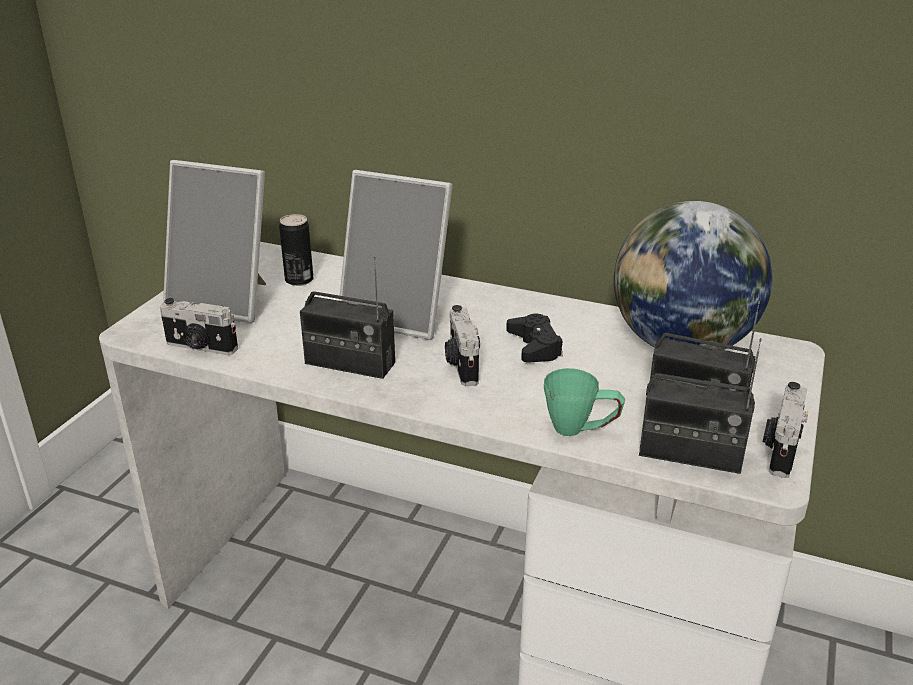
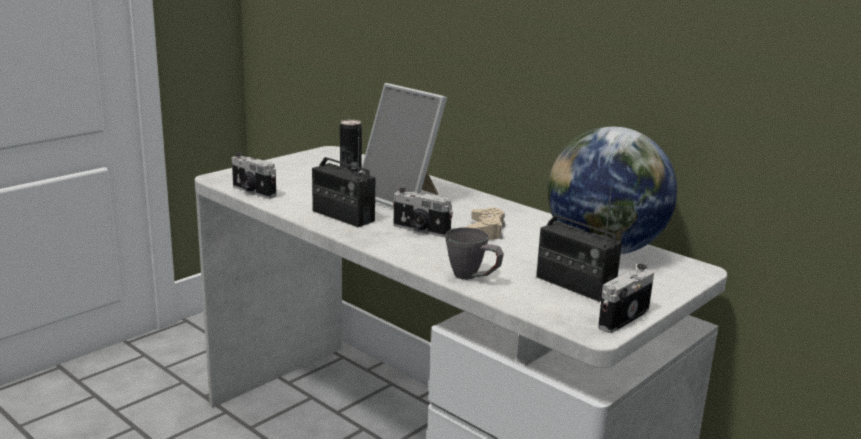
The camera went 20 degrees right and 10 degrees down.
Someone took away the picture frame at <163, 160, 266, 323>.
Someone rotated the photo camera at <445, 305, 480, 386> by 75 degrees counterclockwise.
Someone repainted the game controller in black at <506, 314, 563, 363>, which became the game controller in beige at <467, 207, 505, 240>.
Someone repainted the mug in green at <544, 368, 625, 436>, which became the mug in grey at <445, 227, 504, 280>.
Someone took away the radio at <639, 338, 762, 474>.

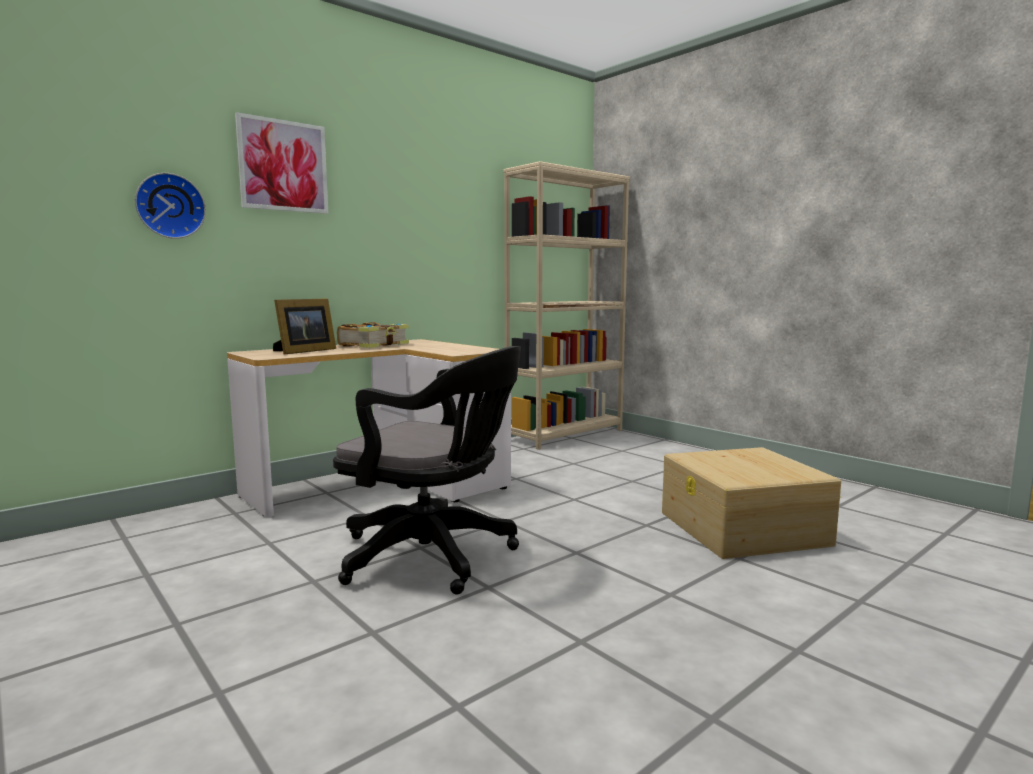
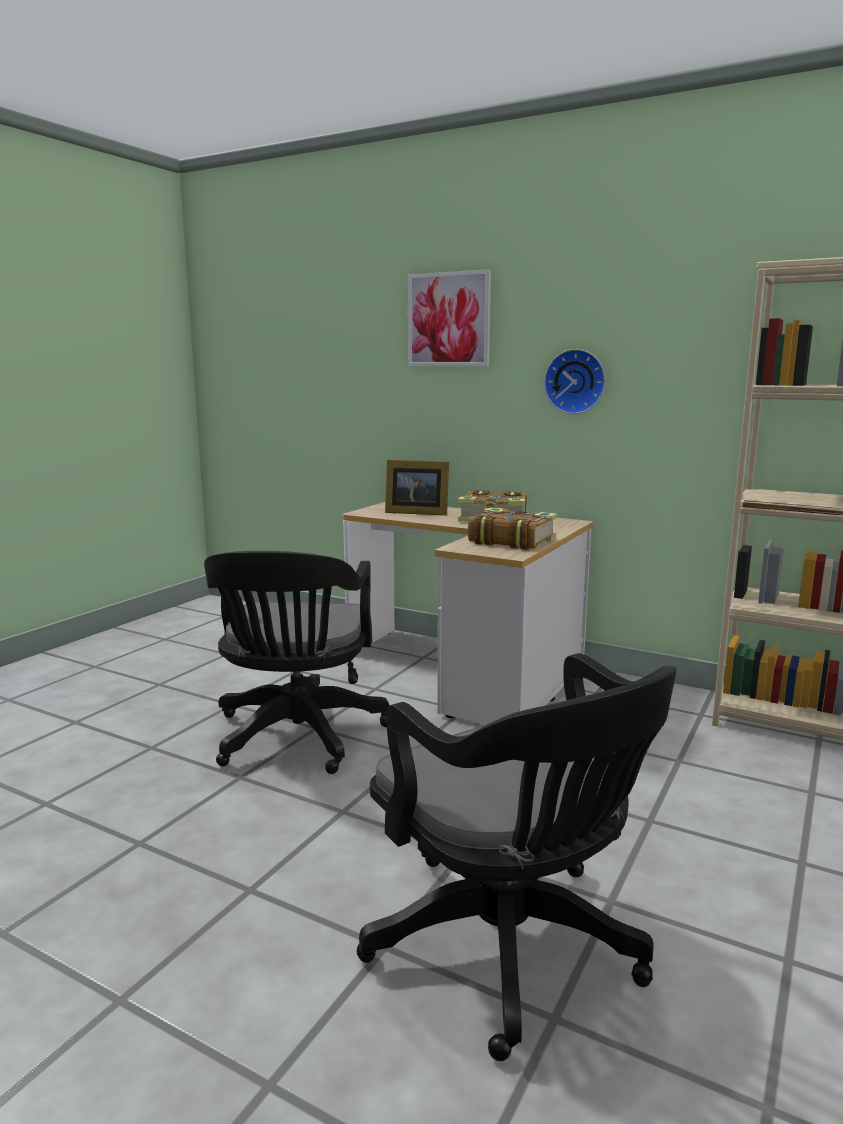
The camera went 70 degrees right and 5 degrees up.
Someone carried the wall clock from <135, 173, 206, 239> to <544, 349, 606, 414>.
Someone swapped the storage box in beige at <662, 447, 841, 559> for the office chair in black at <357, 653, 677, 1061>.
Someone put down the book at <468, 507, 557, 550>.

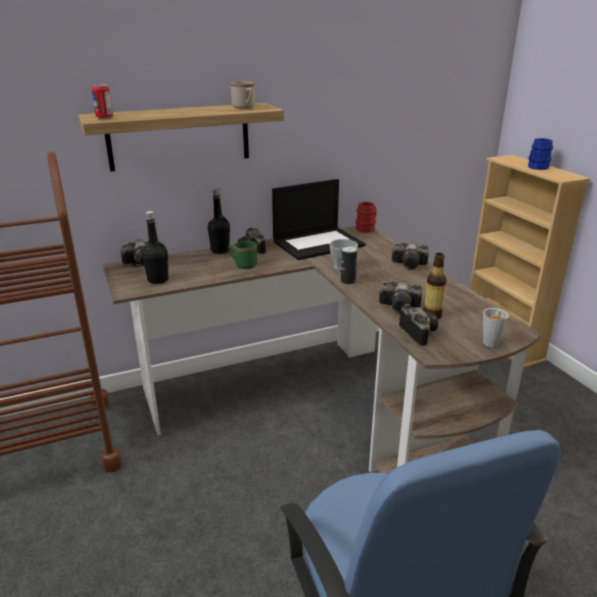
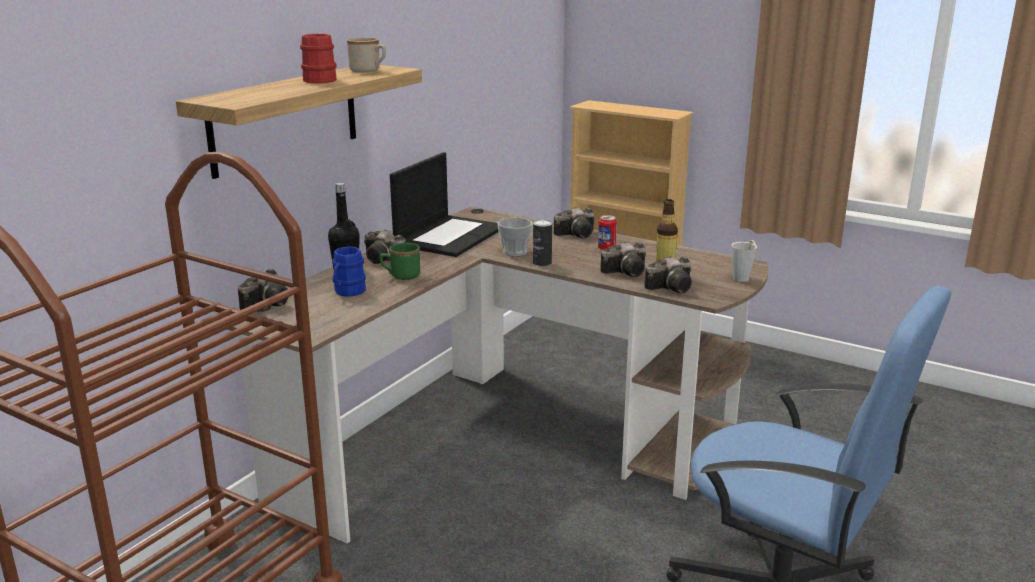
The camera went 35 degrees left and 5 degrees down.
Someone carried the can from <92, 85, 113, 119> to <598, 215, 617, 250>.
Someone took away the bottle in black at <142, 211, 168, 284>.
Someone carried the mug in red from <355, 202, 377, 233> to <300, 34, 337, 84>.
Someone rotated the photo camera at <399, 304, 439, 346> by 120 degrees clockwise.
Someone carried the mug in blue from <528, 138, 553, 170> to <332, 247, 366, 297>.

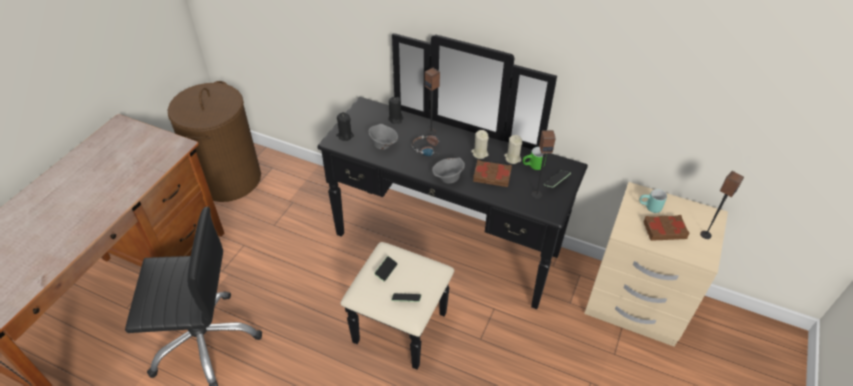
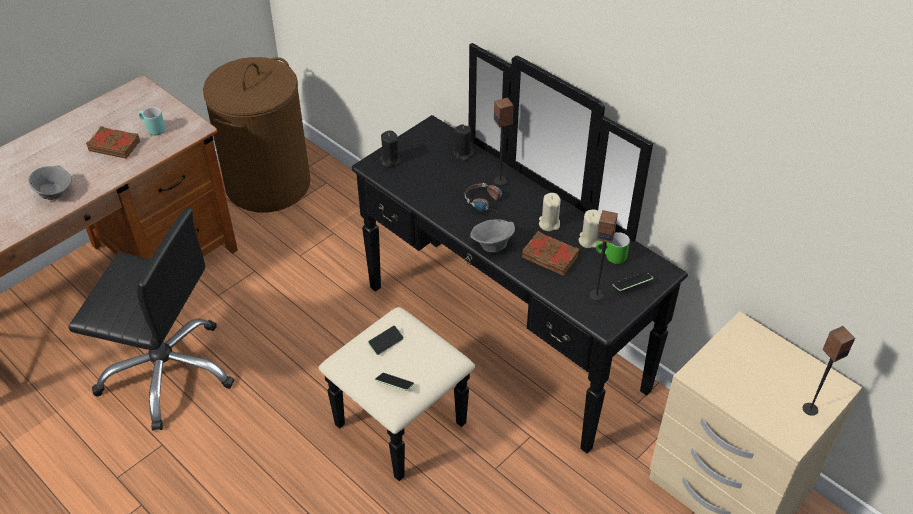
The camera went 20 degrees right and 0 degrees up.
Someone carried the bowl in grey from <368, 124, 398, 149> to <28, 166, 72, 200>.
Someone carried the mug in turquoise from <640, 189, 667, 213> to <139, 107, 165, 135>.
Someone carried the book in brown from <644, 215, 690, 241> to <86, 126, 140, 159>.

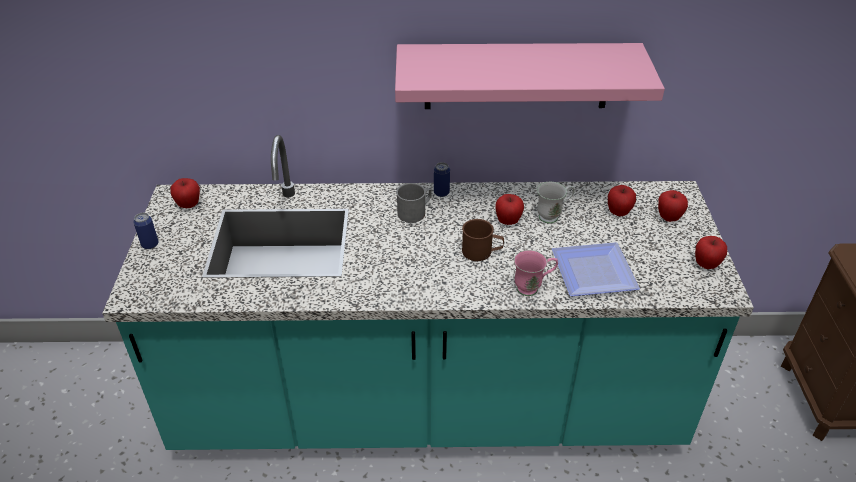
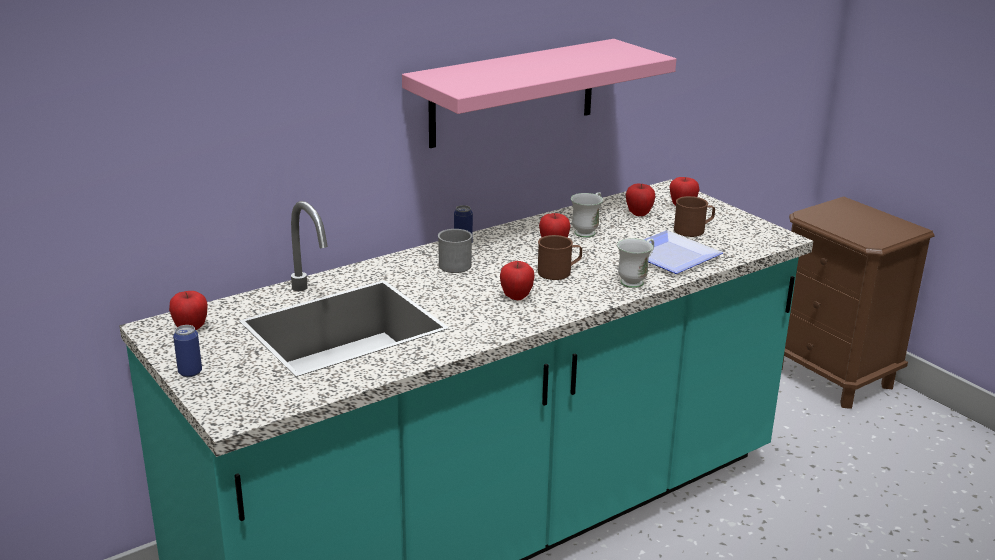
The camera went 35 degrees left and 15 degrees down.
Someone repainted the mug in pink at <514, 250, 558, 296>, which became the mug in white at <617, 238, 654, 288>.
Someone carried the apple from <695, 236, 727, 269> to <500, 261, 535, 300>.
Someone put down the mug in brown at <674, 196, 715, 237>.

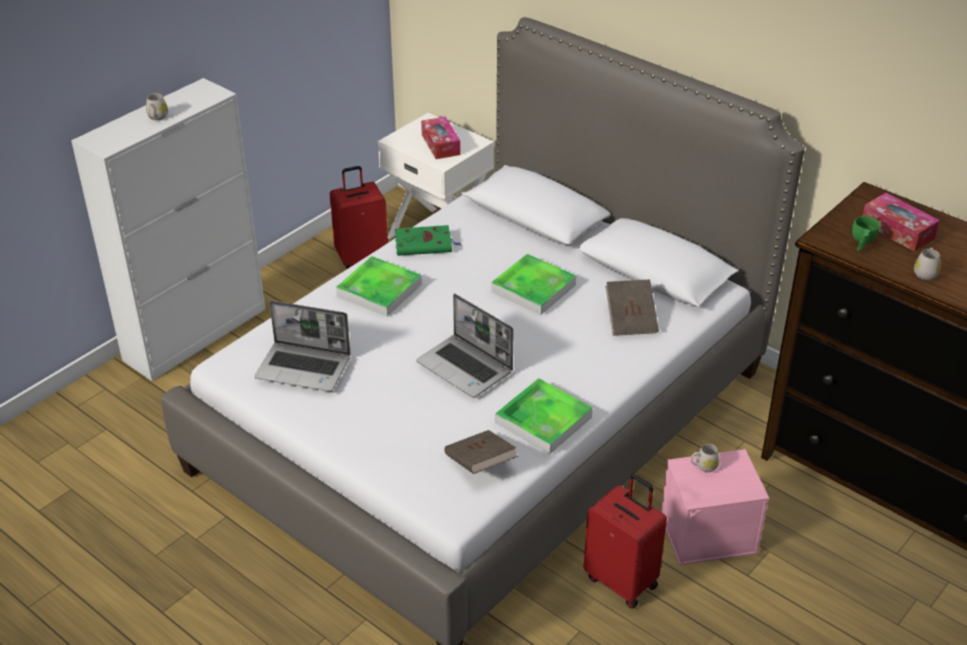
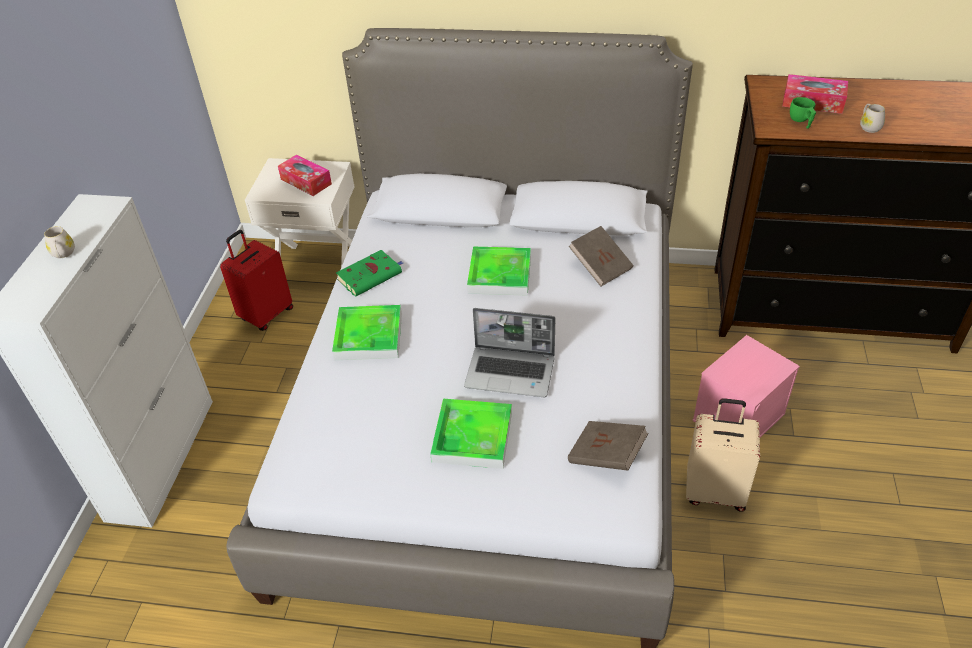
The camera went 30 degrees left and 5 degrees up.
Someone took away the laptop at <255, 301, 351, 392>.
Someone carried the tray from <496, 378, 593, 455> to <430, 398, 512, 469>.
Someone repainted the suitcase in red at <584, 474, 667, 609>, which became the suitcase in beige at <686, 398, 760, 512>.
Someone took away the mug in white at <691, 444, 720, 472>.

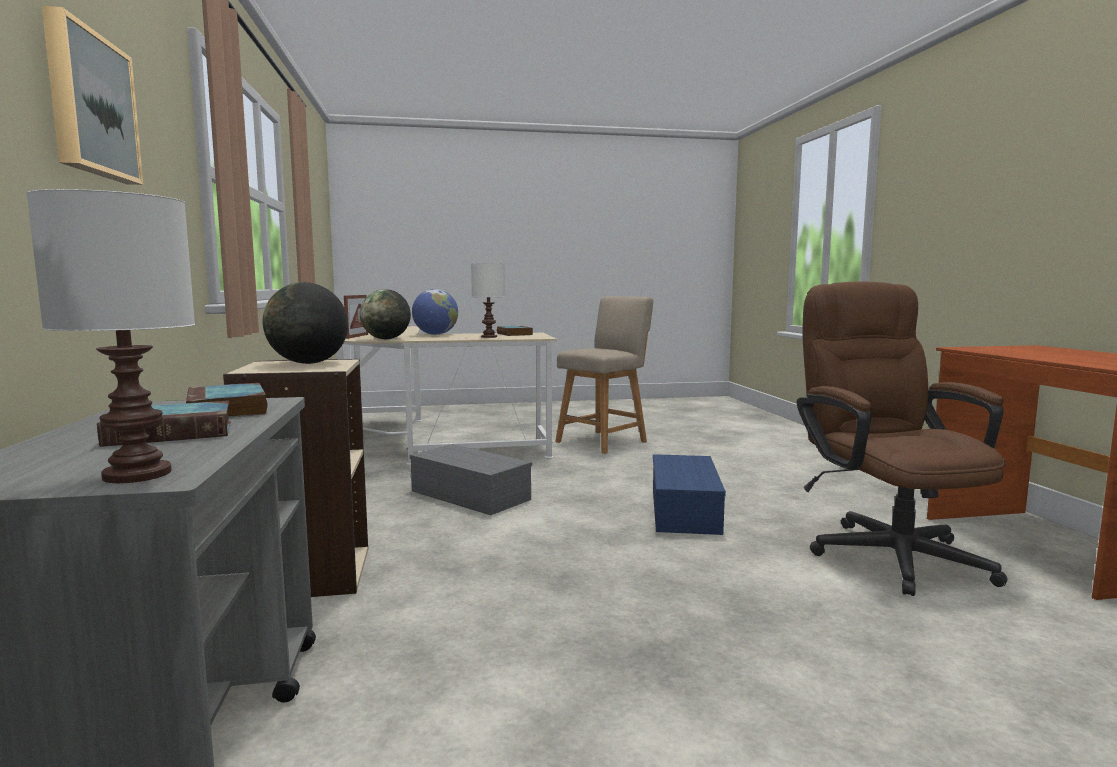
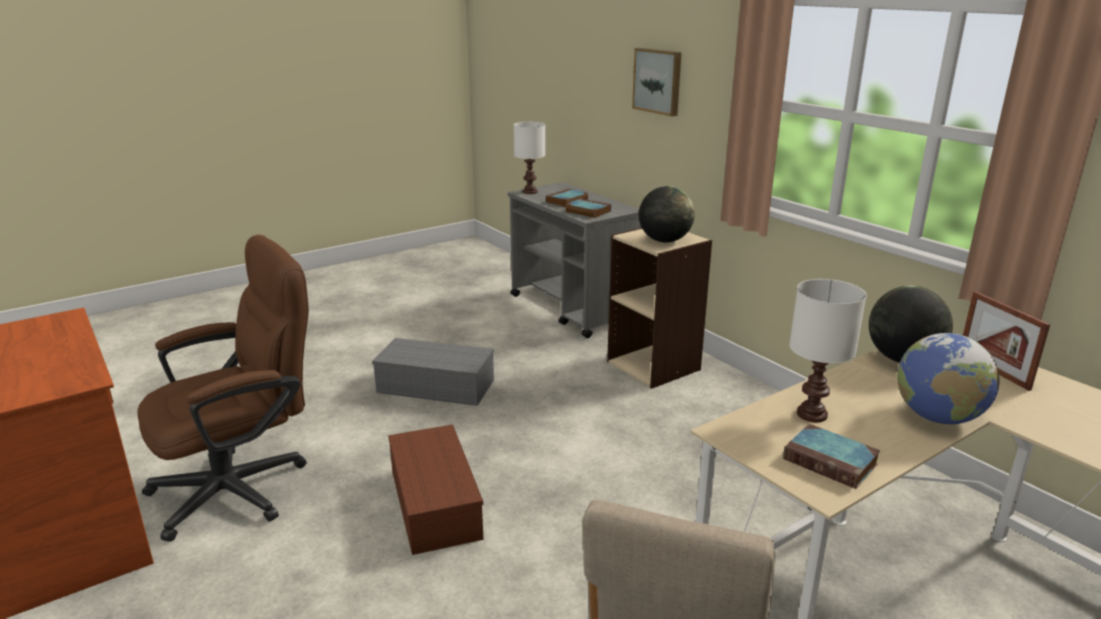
The camera went 155 degrees right and 15 degrees up.
Someone carried the storage box in grey from <410, 444, 532, 515> to <372, 338, 494, 406>.
Someone repainted the storage box in blue at <653, 454, 726, 535>, which became the storage box in brown at <388, 424, 484, 555>.
Someone rotated the office chair in brown at <796, 282, 1008, 596> by 90 degrees counterclockwise.

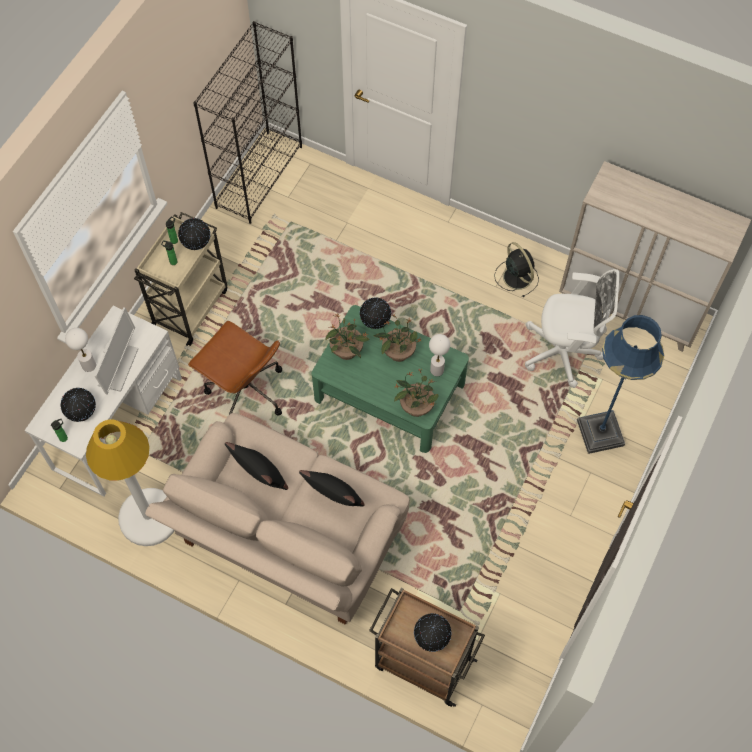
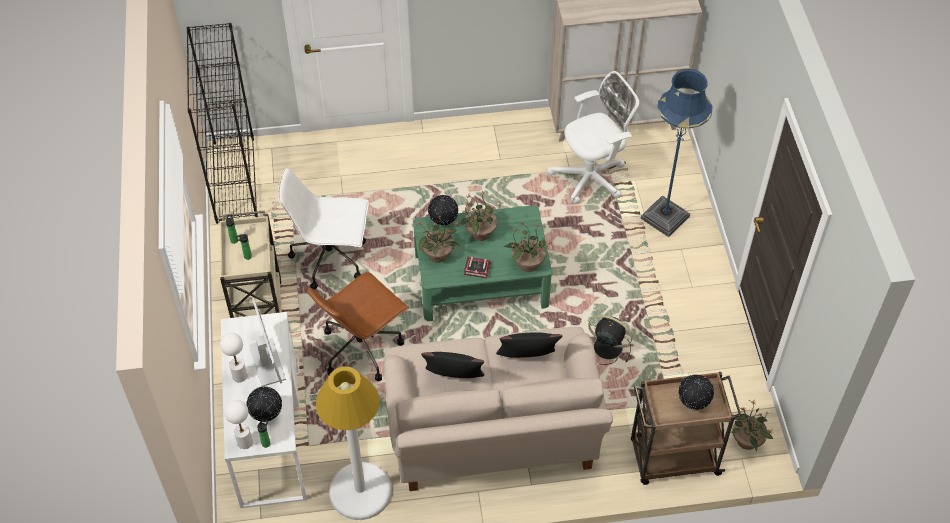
The camera went 35 degrees left and 10 degrees down.
Someone took away the globe at <178, 218, 210, 250>.
Someone rotated the office chair in brown at <188, 321, 282, 416> by 135 degrees clockwise.
Someone carried the table lamp in white from <429, 334, 450, 376> to <224, 400, 253, 449>.
Someone carried the fan in black from <494, 242, 539, 297> to <588, 315, 633, 365>.
Someone put down the office chair in white at <278, 167, 369, 289>.
Someone put down the book at <464, 257, 491, 279>.
Someone put down the potted plant at <731, 401, 773, 451>.

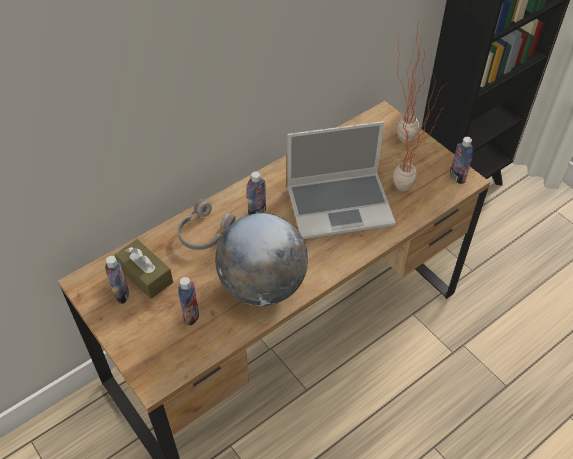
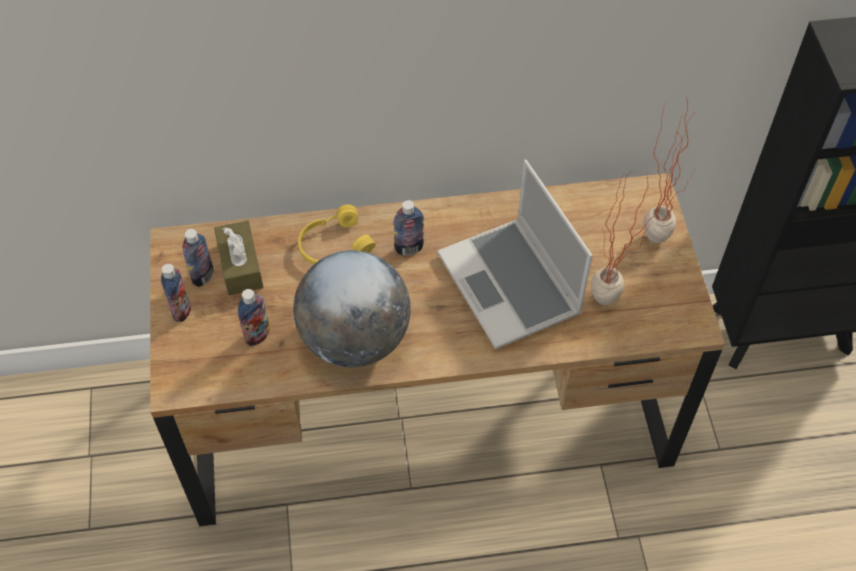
The camera went 30 degrees right and 5 degrees up.
Someone repainted the headphones in grey at <178, 199, 236, 250>, which became the headphones in yellow at <298, 204, 376, 265>.
Someone rotated the laptop at <287, 121, 396, 239> by 45 degrees clockwise.
Someone carried the bottle from <450, 137, 474, 184> to <161, 264, 191, 322>.

